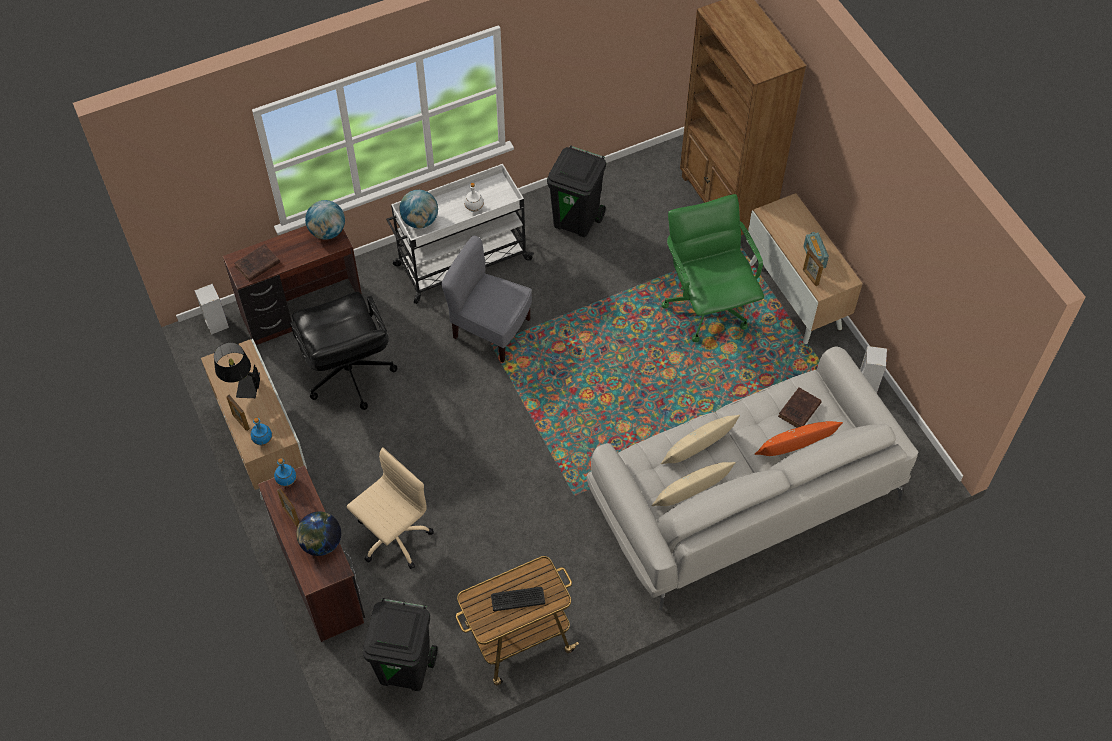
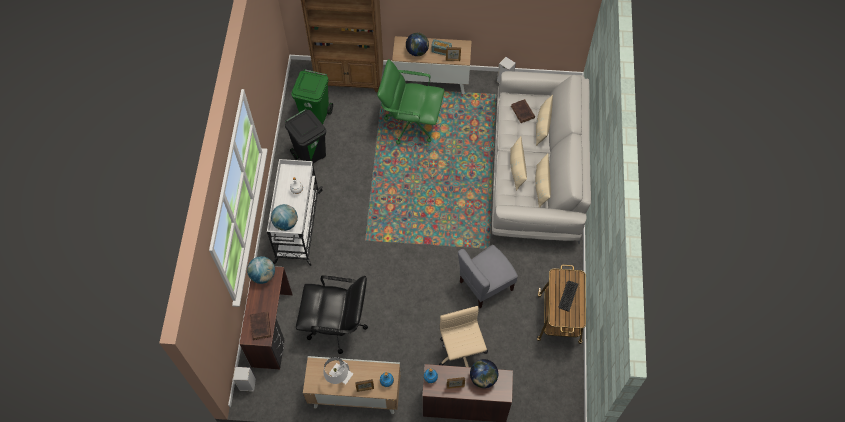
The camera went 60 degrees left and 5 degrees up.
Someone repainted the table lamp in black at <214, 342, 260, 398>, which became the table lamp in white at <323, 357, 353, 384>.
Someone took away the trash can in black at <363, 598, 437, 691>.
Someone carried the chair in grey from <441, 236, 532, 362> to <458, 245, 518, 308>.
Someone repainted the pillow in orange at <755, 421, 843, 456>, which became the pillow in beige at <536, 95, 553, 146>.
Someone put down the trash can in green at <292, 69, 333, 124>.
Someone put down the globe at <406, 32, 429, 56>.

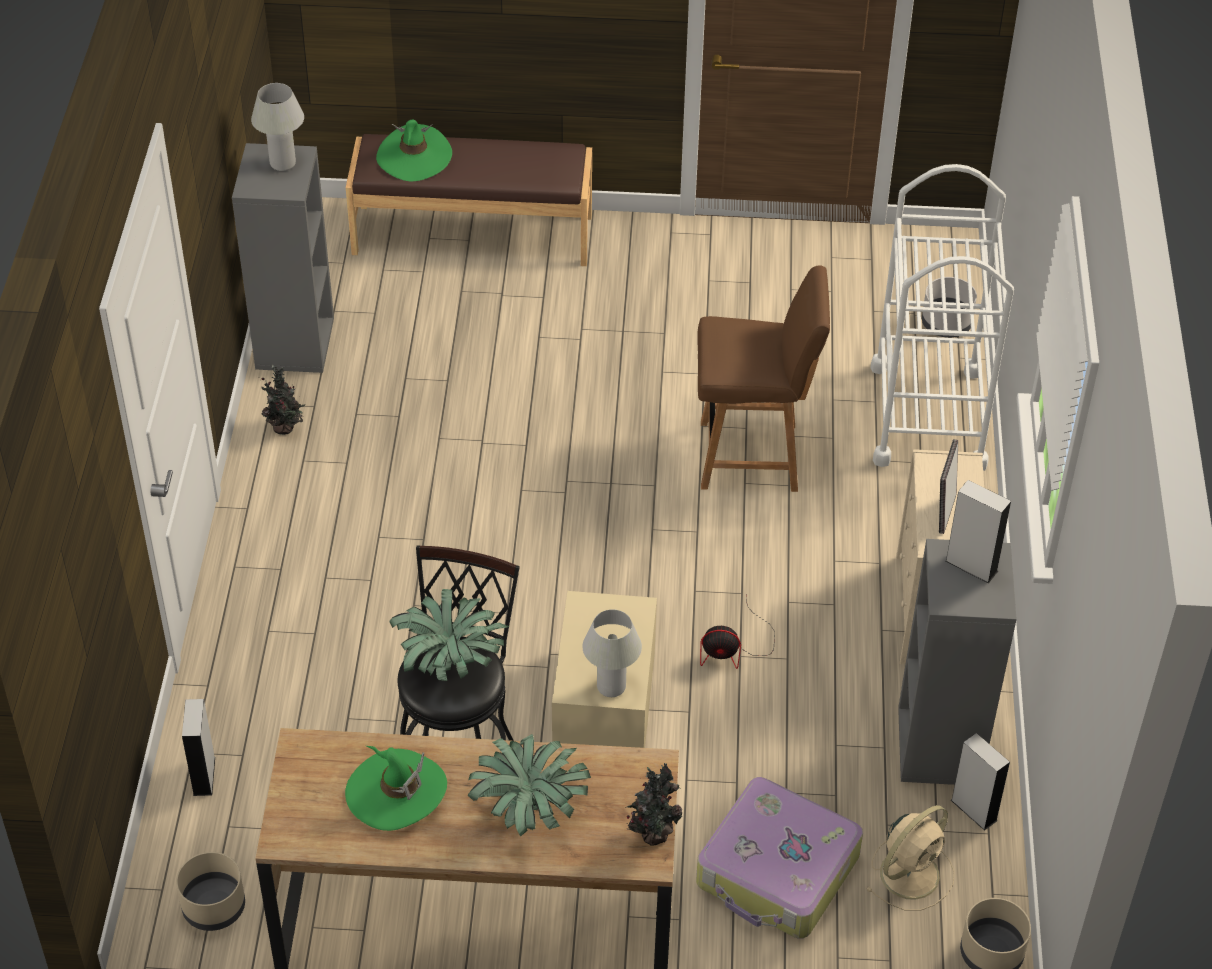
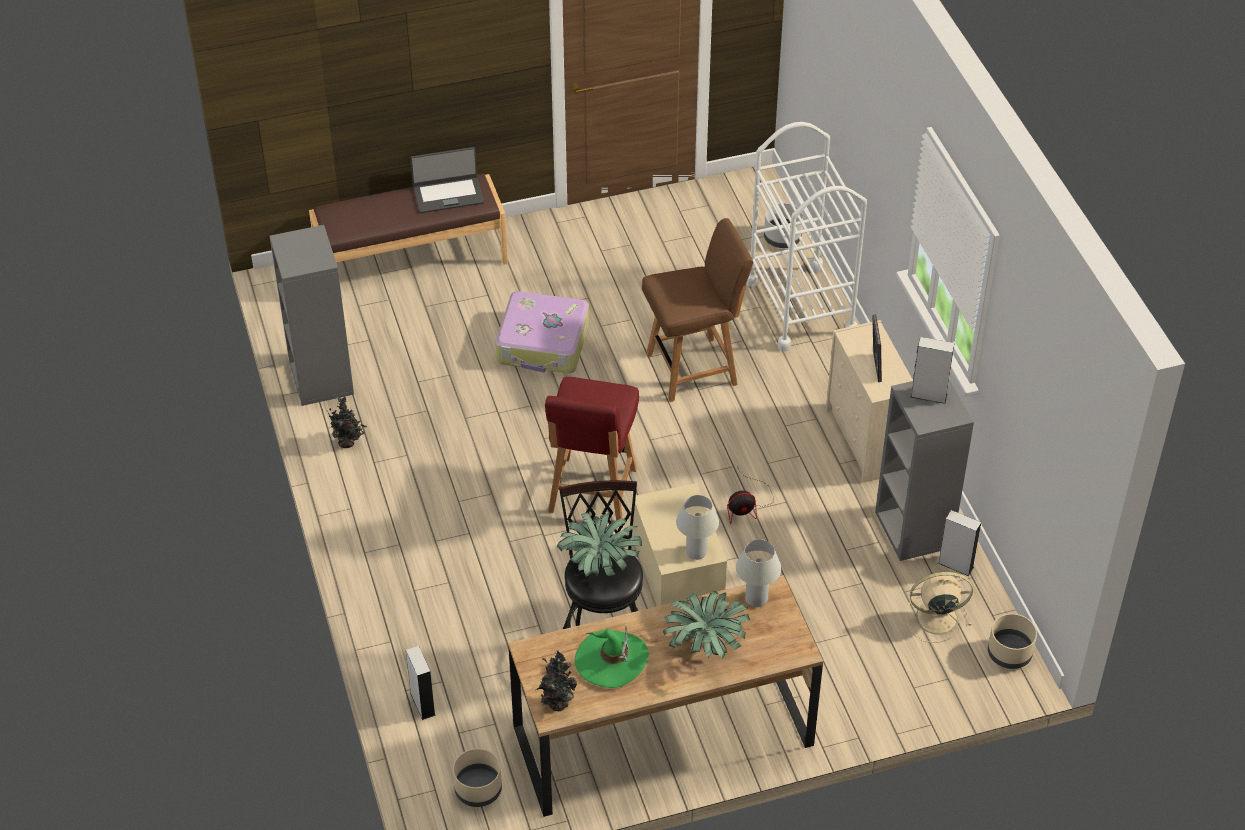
The camera went 20 degrees left and 0 degrees up.
Someone carried the table lamp in white from <251, 83, 304, 171> to <736, 539, 782, 607>.
Someone took away the hat in green at <376, 120, 452, 181>.
Someone carried the potted plant from <627, 763, 682, 845> to <536, 650, 577, 711>.
Someone carried the suitcase from <696, 777, 863, 939> to <496, 291, 589, 373>.
Someone rotated the fan in beige at <866, 805, 955, 911> by 120 degrees counterclockwise.
Someone put down the laptop at <410, 147, 484, 213>.
Someone put down the chair in red at <545, 377, 639, 520>.

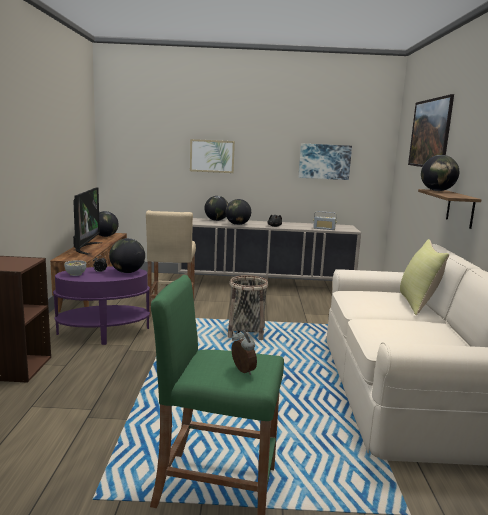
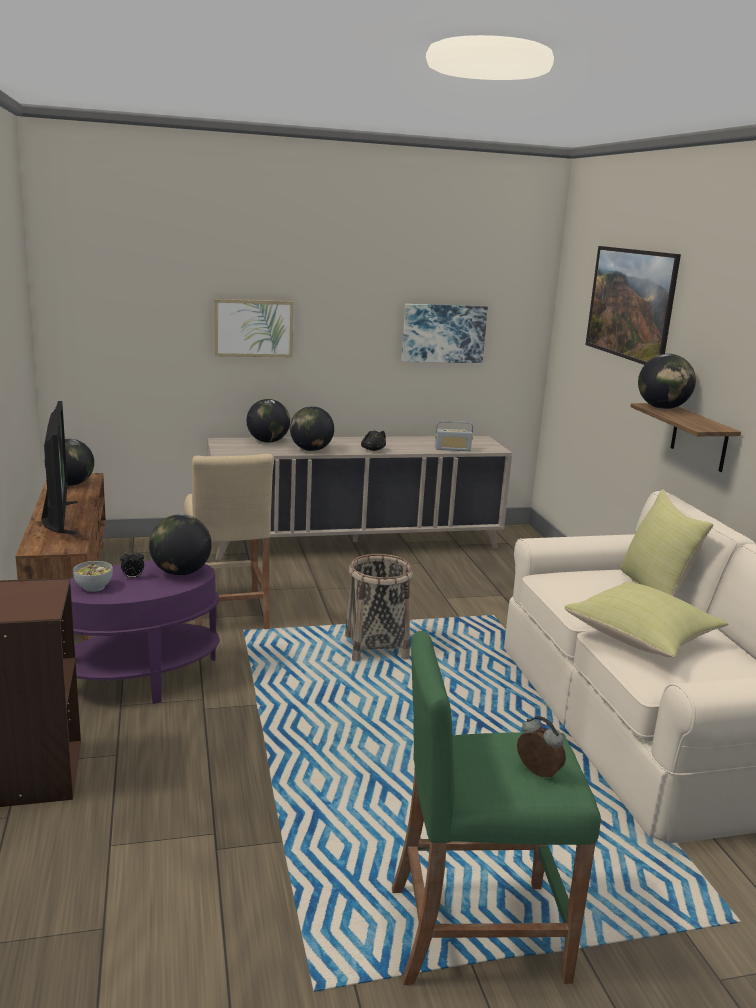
The camera went 15 degrees left and 5 degrees up.
Someone put down the pillow in yellow at <564, 582, 728, 658>.

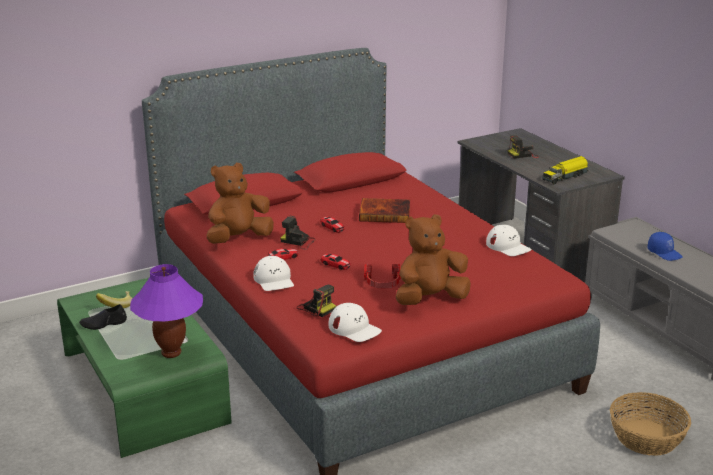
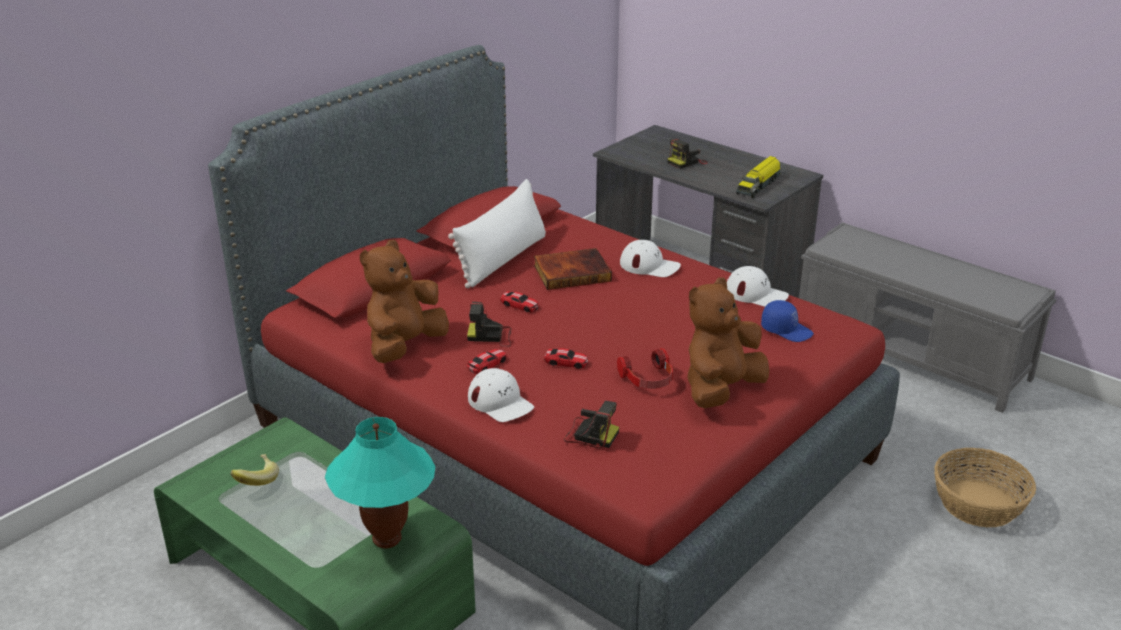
The camera went 20 degrees left and 5 degrees up.
Someone took away the shoe in black at <79, 304, 127, 330>.
Someone repainted the table lamp in purple at <130, 264, 203, 358>, which became the table lamp in turquoise at <325, 417, 436, 548>.
Someone carried the cap in white from <328, 303, 382, 342> to <620, 240, 681, 277>.
Someone carried the cap in blue from <647, 232, 682, 261> to <761, 300, 813, 342>.
Someone put down the pillow in white at <448, 179, 546, 288>.

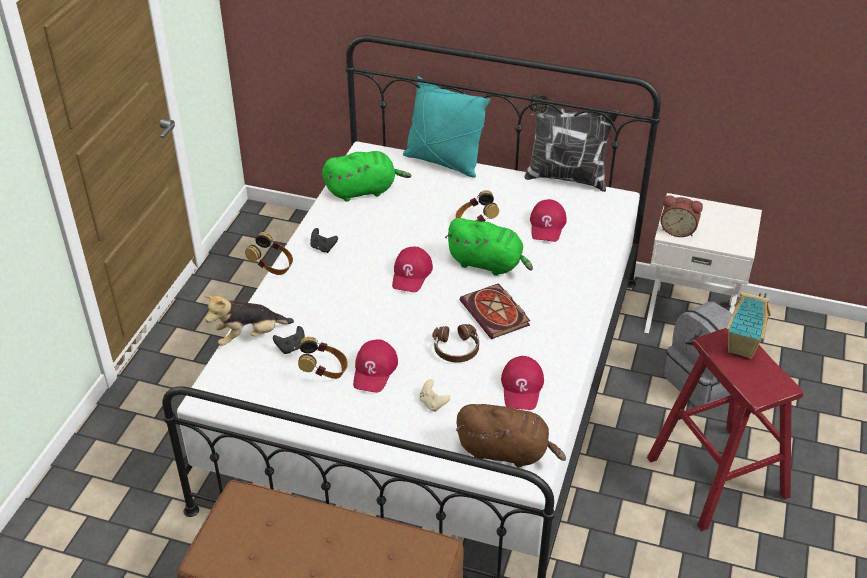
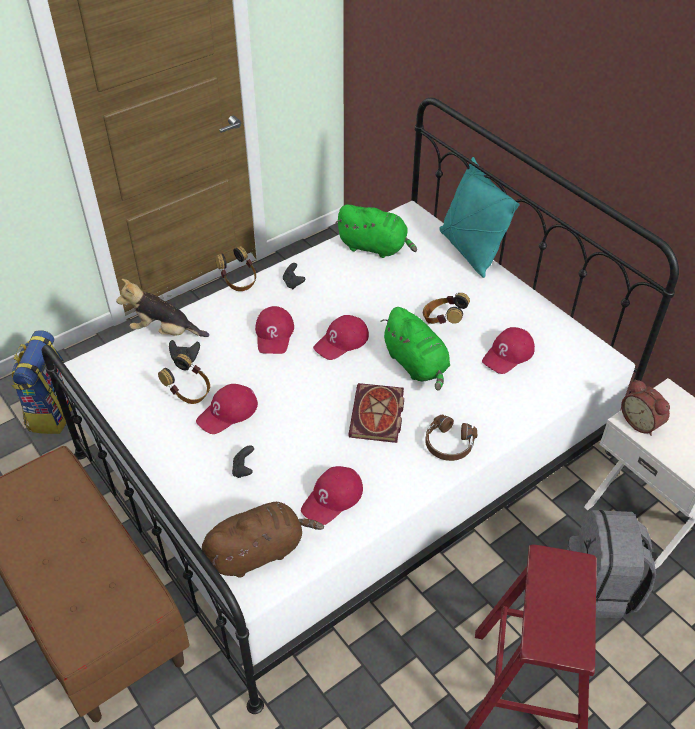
The camera went 35 degrees right and 5 degrees up.
Someone repainted the game controller in beige at <419, 379, 450, 412>, which became the game controller in black at <232, 445, 254, 478>.
Someone carried the headphones in brown from <432, 324, 479, 362> to <425, 414, 477, 461>.
Someone rotated the plush toy in brown at <456, 404, 566, 468> by 75 degrees counterclockwise.
Someone took away the pillow at <525, 94, 619, 192>.
Someone took away the toy house at <727, 292, 771, 359>.
Someone put down the backpack at <11, 330, 72, 434>.
Someone put down the cap in red at <255, 306, 294, 354>.

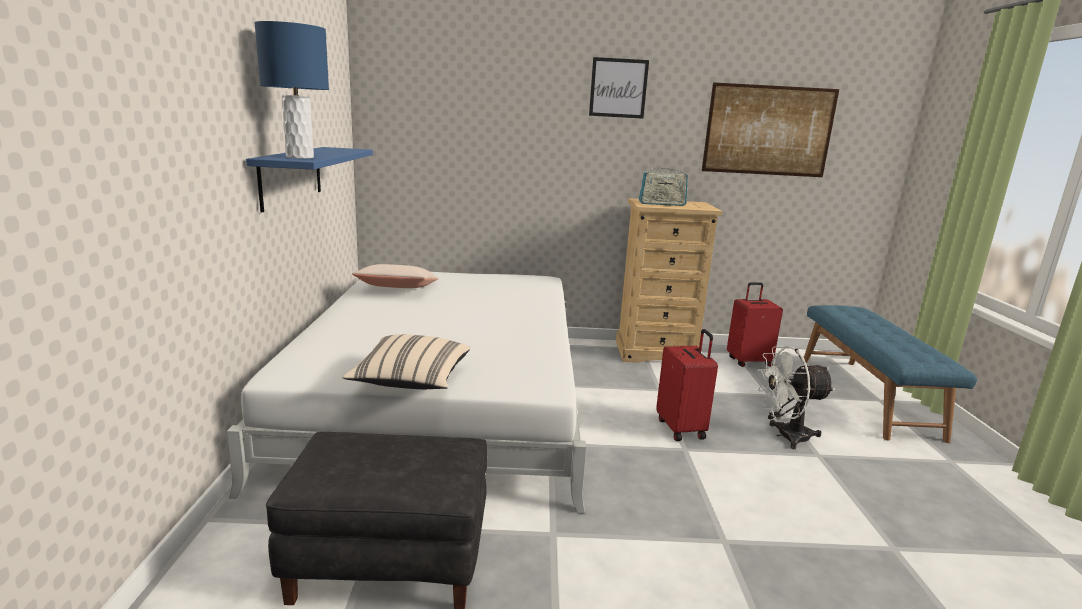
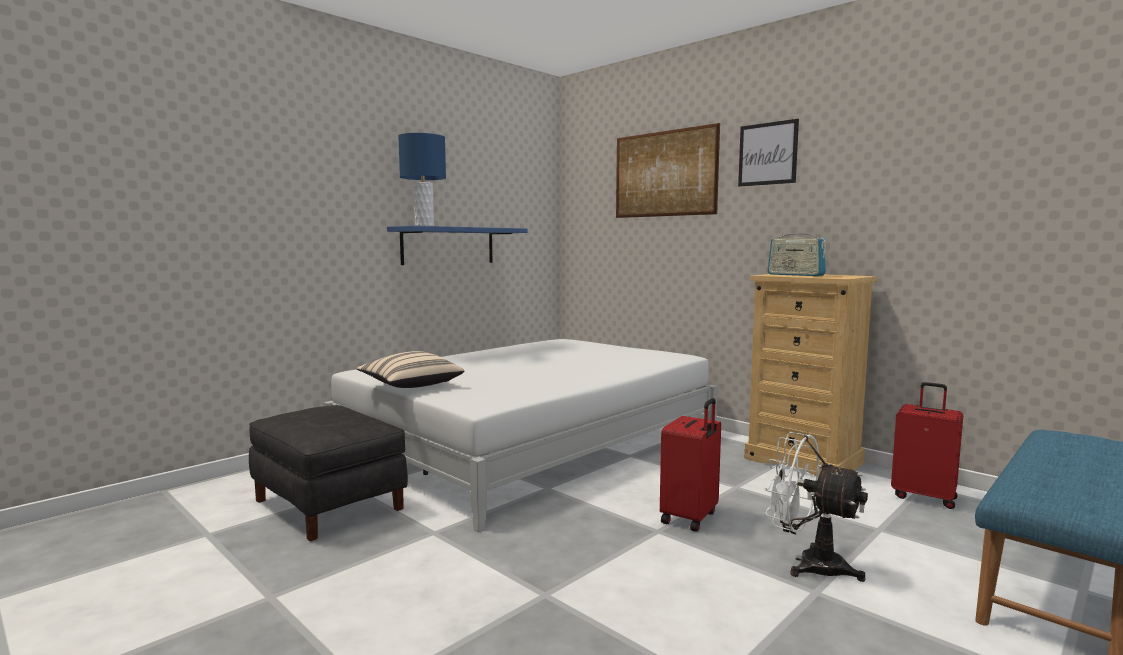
The camera went 45 degrees right and 10 degrees down.
Someone took away the pillow in beige at <352, 264, 439, 288>.
Someone carried the picture from <702, 82, 839, 177> to <616, 123, 720, 218>.

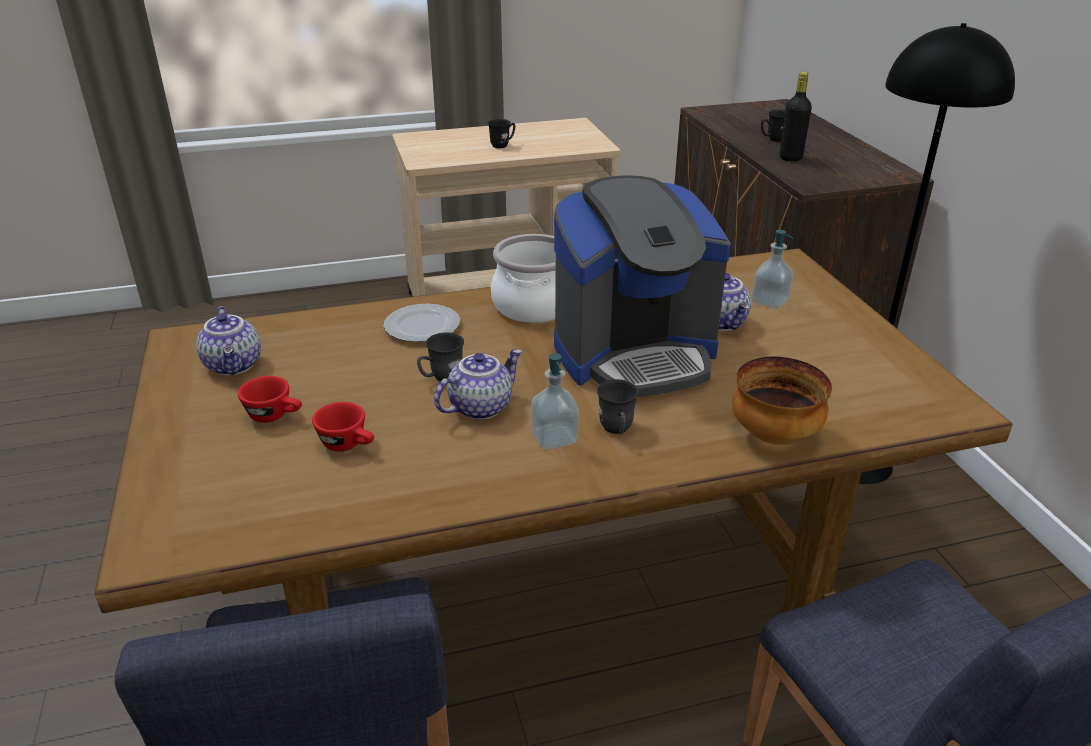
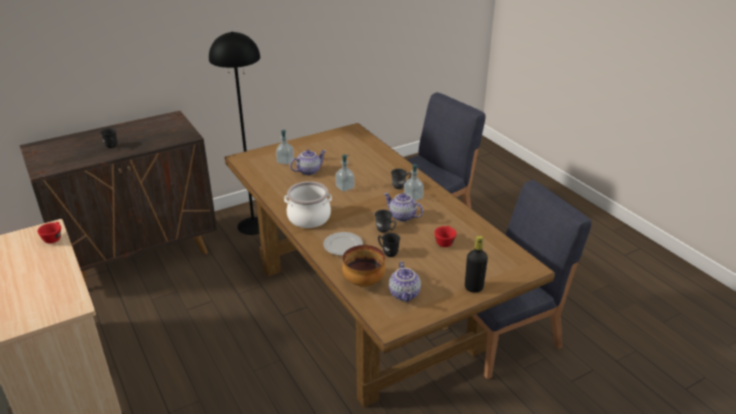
The camera went 105 degrees left and 0 degrees up.
Someone rotated the teapot at <196, 306, 261, 376> by 120 degrees clockwise.
Someone carried the cup in red from <238, 376, 302, 423> to <37, 222, 61, 243>.
Someone carried the mug in black from <488, 119, 515, 148> to <378, 233, 400, 257>.
Someone swapped the coffee machine at <554, 175, 731, 397> for the soap dispenser at <335, 155, 355, 192>.
Someone carried the bowl from <732, 357, 832, 445> to <342, 245, 386, 287>.
Someone carried the bottle in black from <780, 72, 812, 162> to <465, 236, 488, 293>.

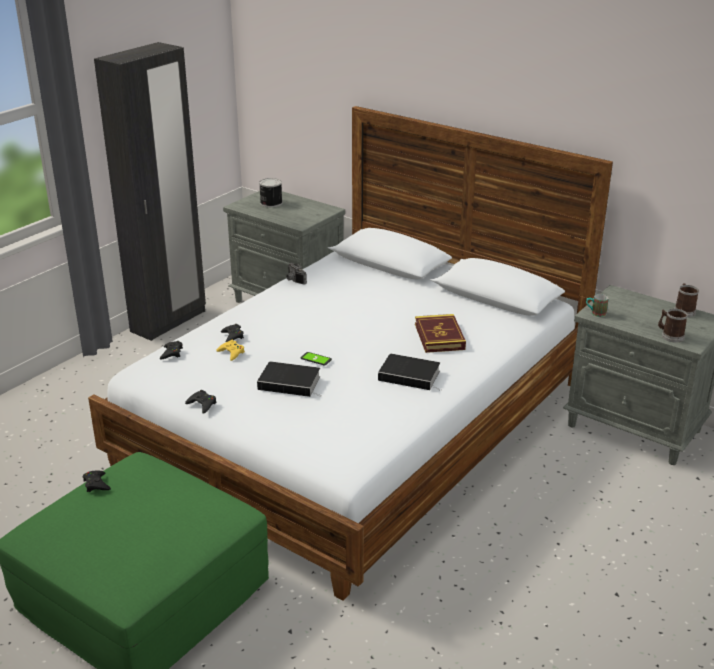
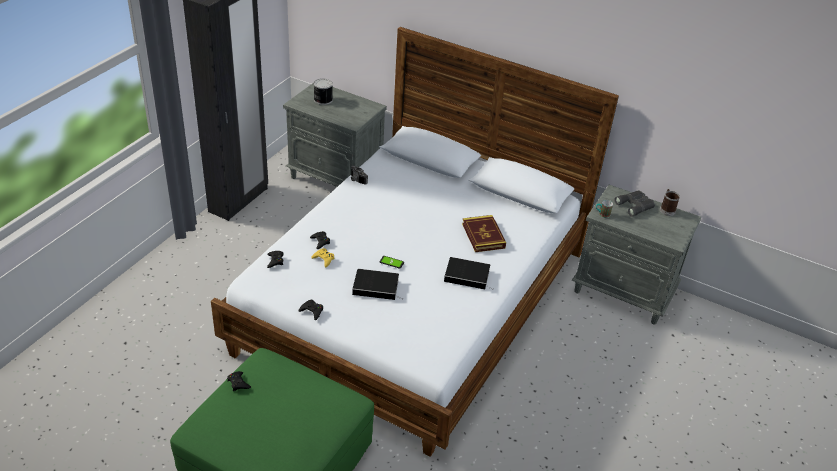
The camera went 10 degrees left and 10 degrees up.
Someone took away the mug at <658, 309, 688, 342>.
Someone put down the binoculars in grey at <614, 190, 655, 217>.

